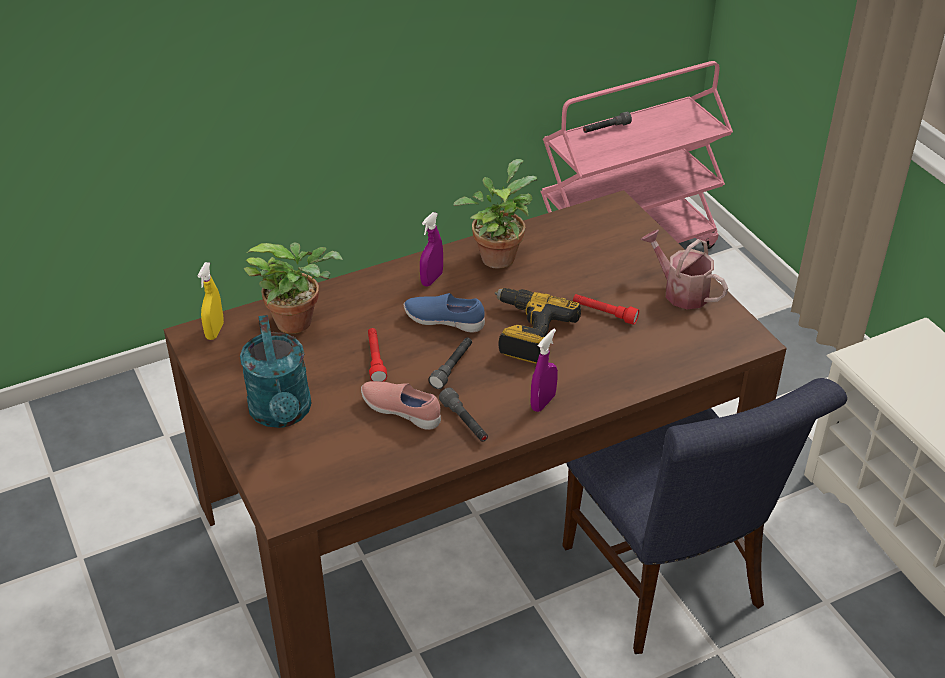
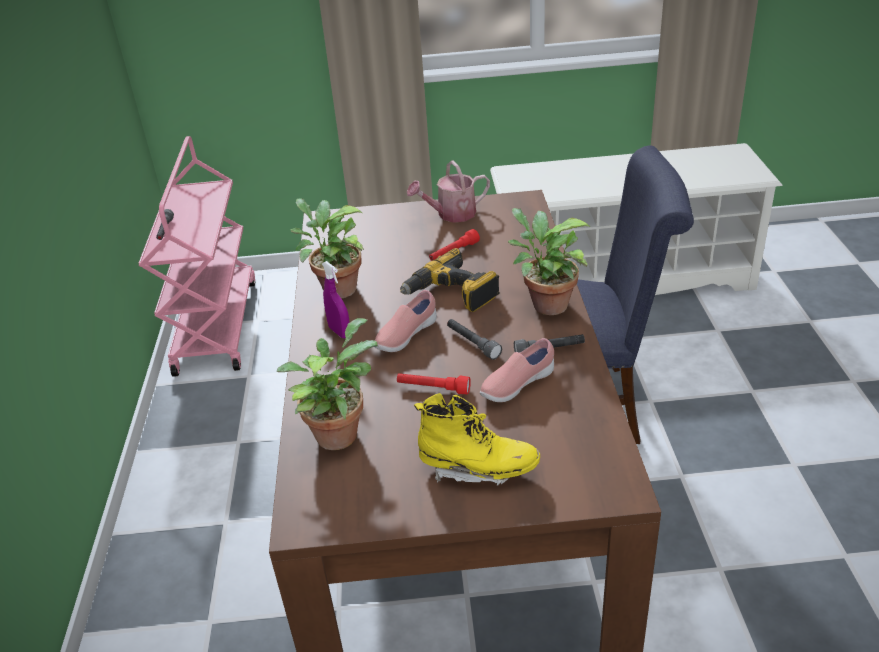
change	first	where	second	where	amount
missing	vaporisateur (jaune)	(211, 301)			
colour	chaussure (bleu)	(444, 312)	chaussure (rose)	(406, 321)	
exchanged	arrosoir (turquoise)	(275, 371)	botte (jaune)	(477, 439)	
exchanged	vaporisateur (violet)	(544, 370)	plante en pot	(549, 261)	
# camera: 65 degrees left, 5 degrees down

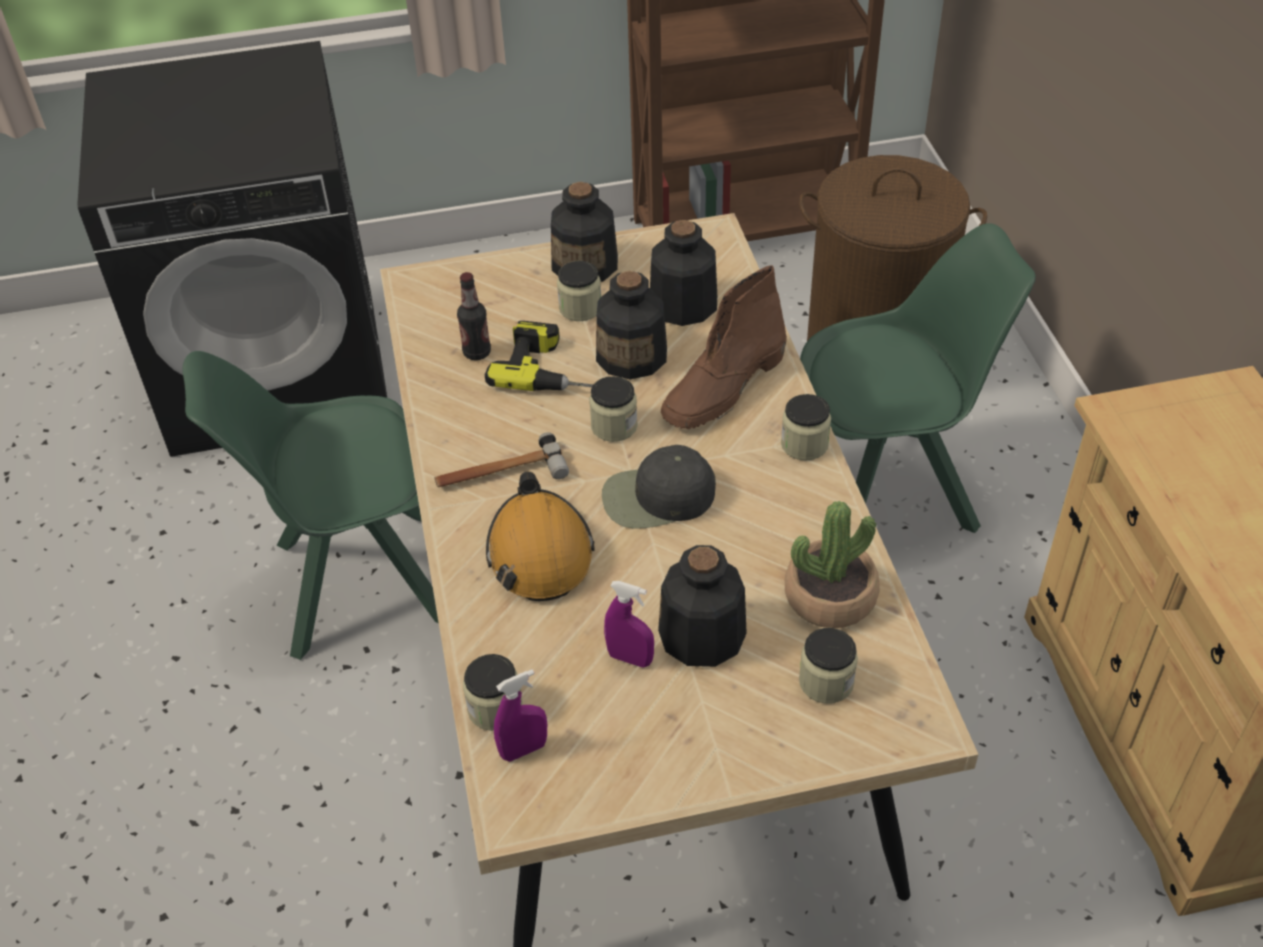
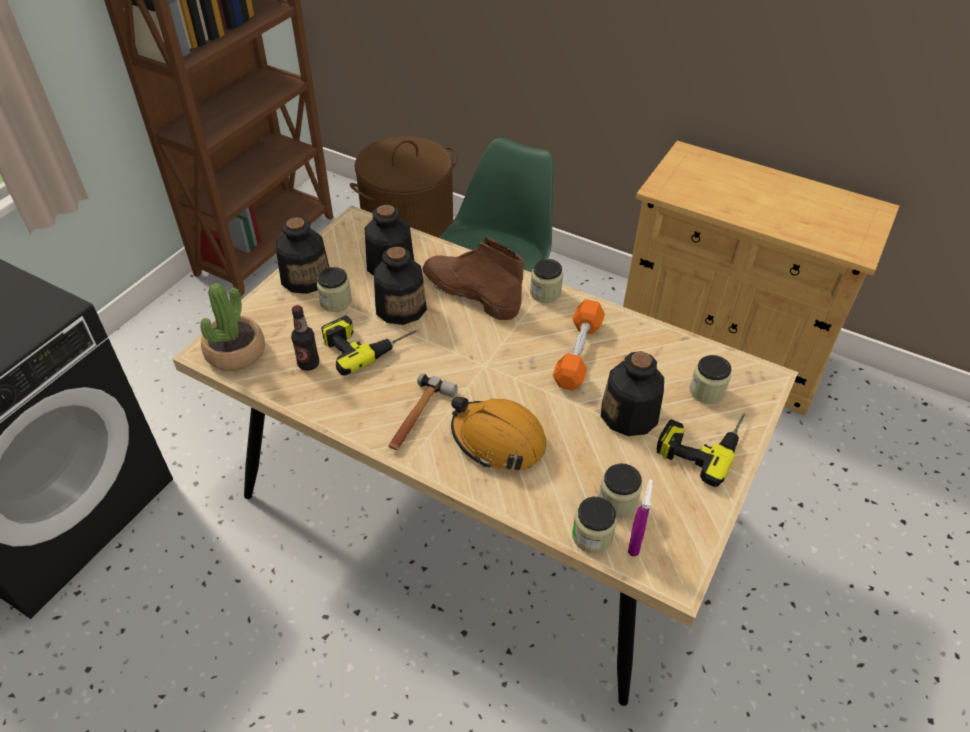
change	first	where	second	where	amount
spun	botte (marron)	(724, 347)		(473, 278)	135 degrees clockwise
missing	chaise (vert)	(310, 505)			
relocated	bocal	(613, 409)		(620, 490)	
missing	casquette (noir)	(659, 487)			
relocated	plante en pot	(832, 564)		(232, 327)	
missing	vaporisateur (violet)	(629, 624)			
appeared			haltère (orange)	(579, 345)	
appeared			perceuse	(701, 450)	
# camera: 50 degrees left, 0 degrees up

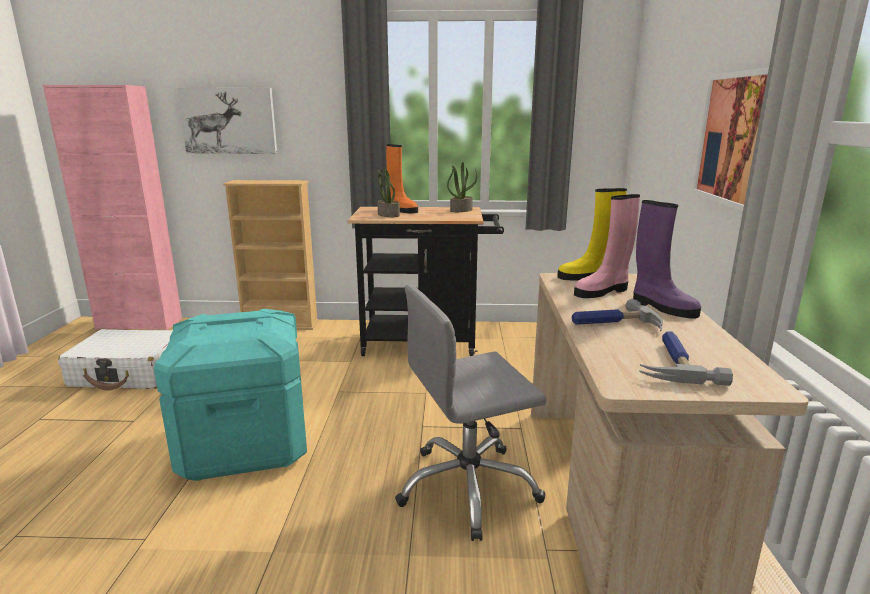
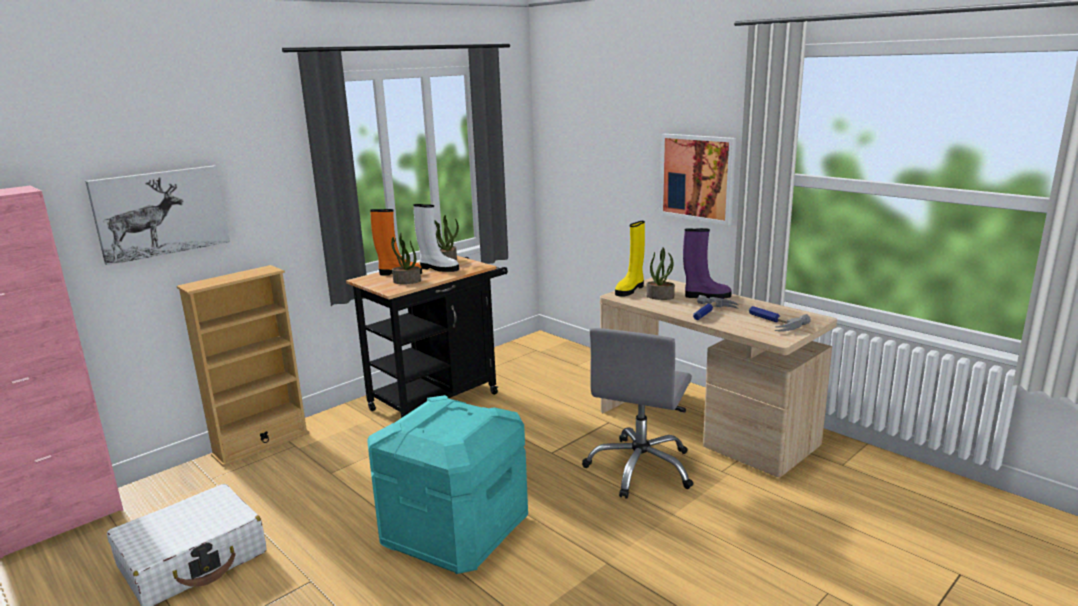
change	first	where	second	where	amount
exchanged	botte (rose)	(607, 246)	plante en pot	(660, 274)	
appeared			botte (blanc)	(436, 238)	
# camera: 45 degrees left, 0 degrees up

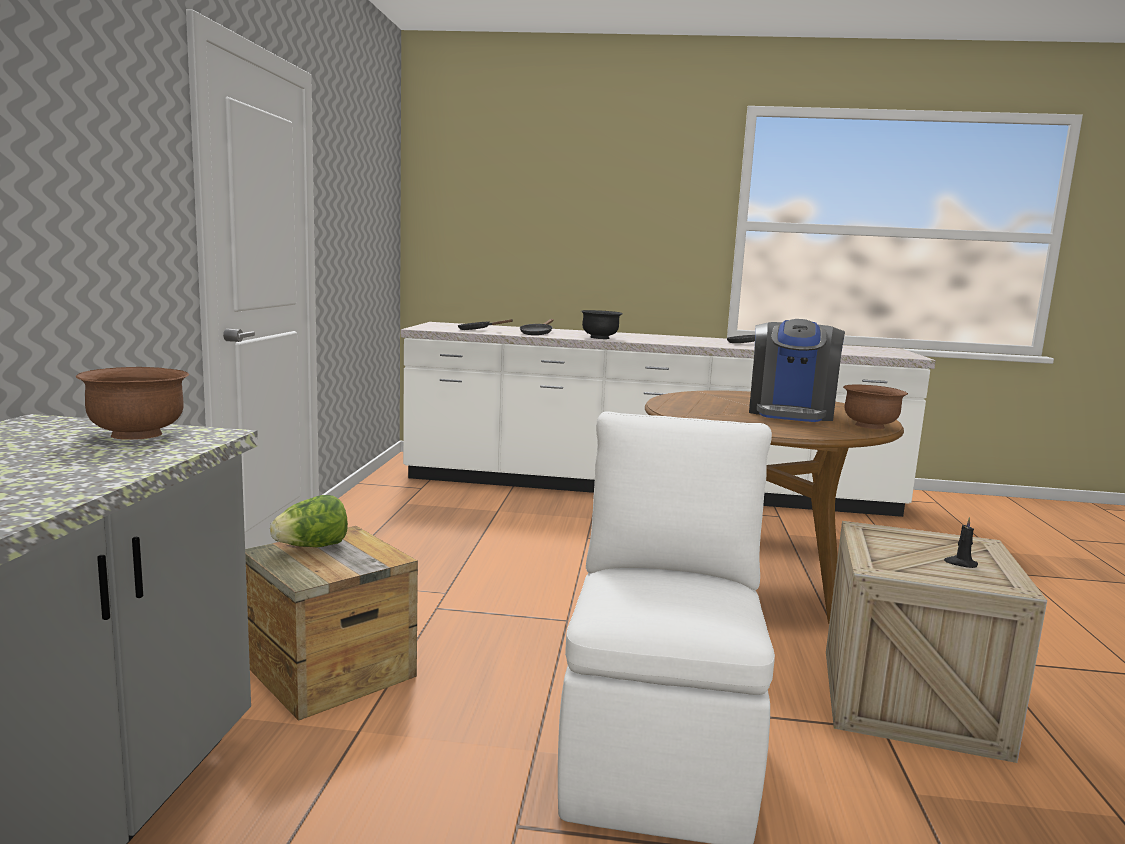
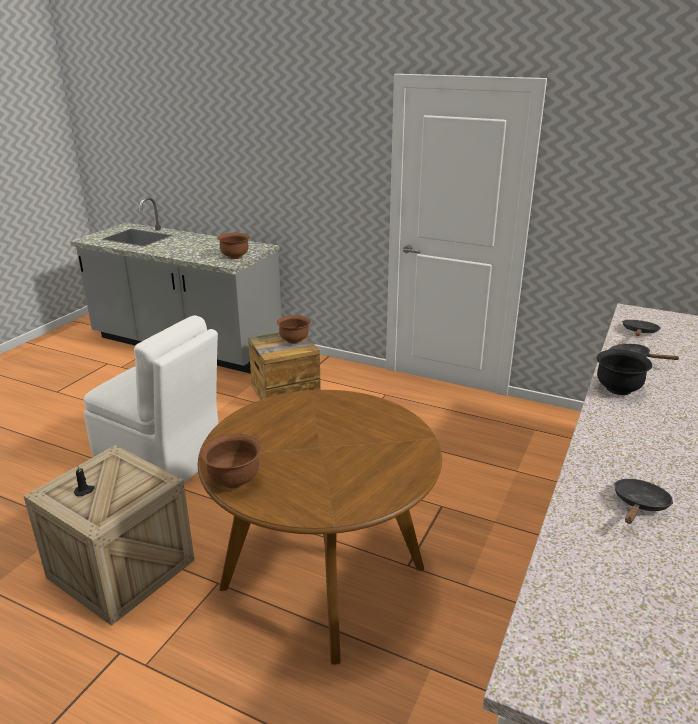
change	first	where	second	where	amount
missing	machine à café	(797, 370)			
exchanged	laitue	(309, 521)	bol (marron)	(294, 329)	
# camera: 110 degrees right, 15 degrees up

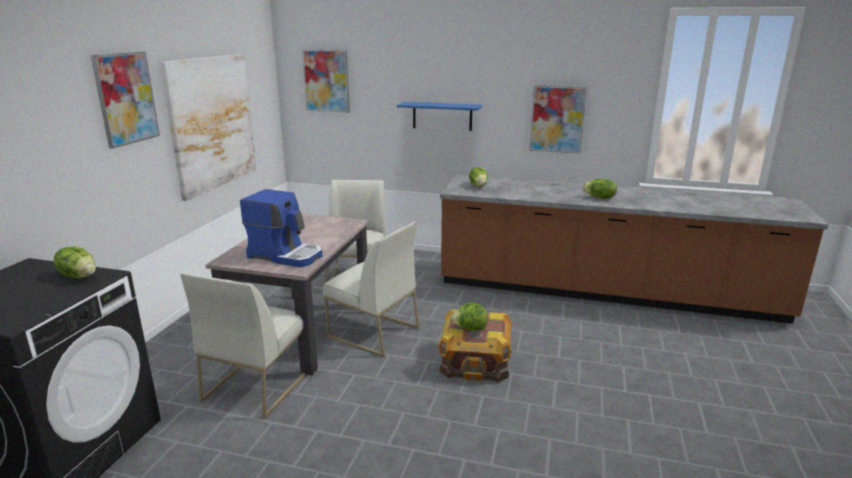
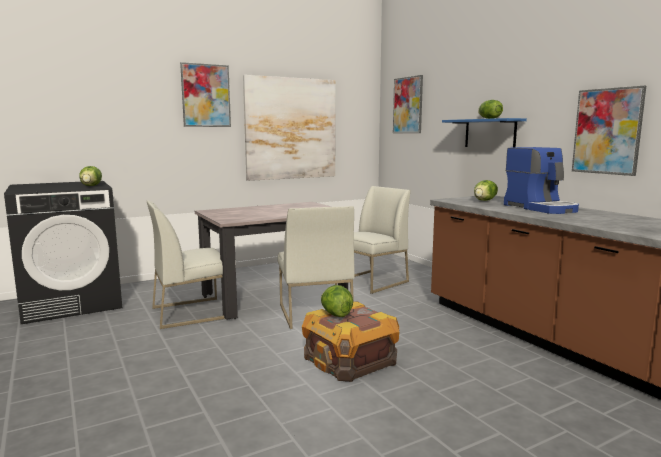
change	first	where	second	where	amount
relocated	laitue	(600, 189)		(490, 109)	
relocated	machine à café	(281, 228)		(541, 180)	
# camera: 45 degrees right, 10 degrees down

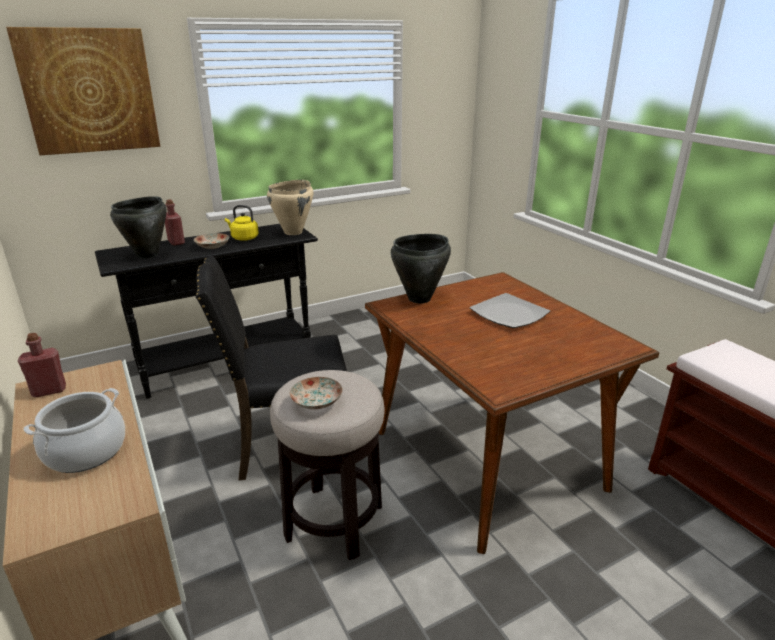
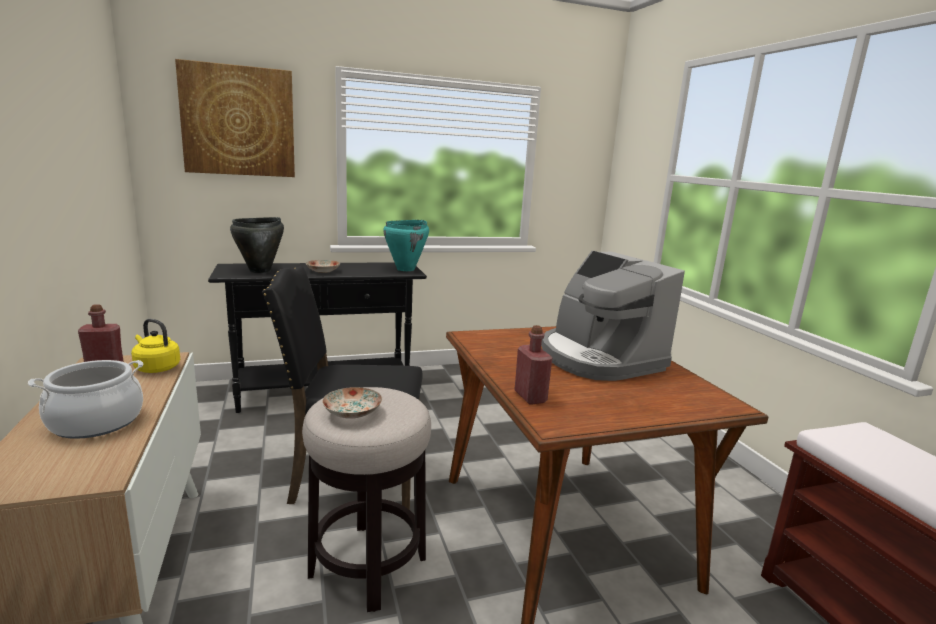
change	first	where	second	where	amount
colour	marmite (beige)	(290, 207)	marmite (turquoise)	(406, 245)	
relocated	bouteille (rouge)	(175, 223)		(533, 365)	
relocated	bouilloire (jaune)	(242, 223)		(155, 346)	
missing	marmite (noir)	(421, 268)			
exchanged	assiette	(510, 310)	machine à café	(613, 316)	
# camera: 10 degrees right, 10 degrees down

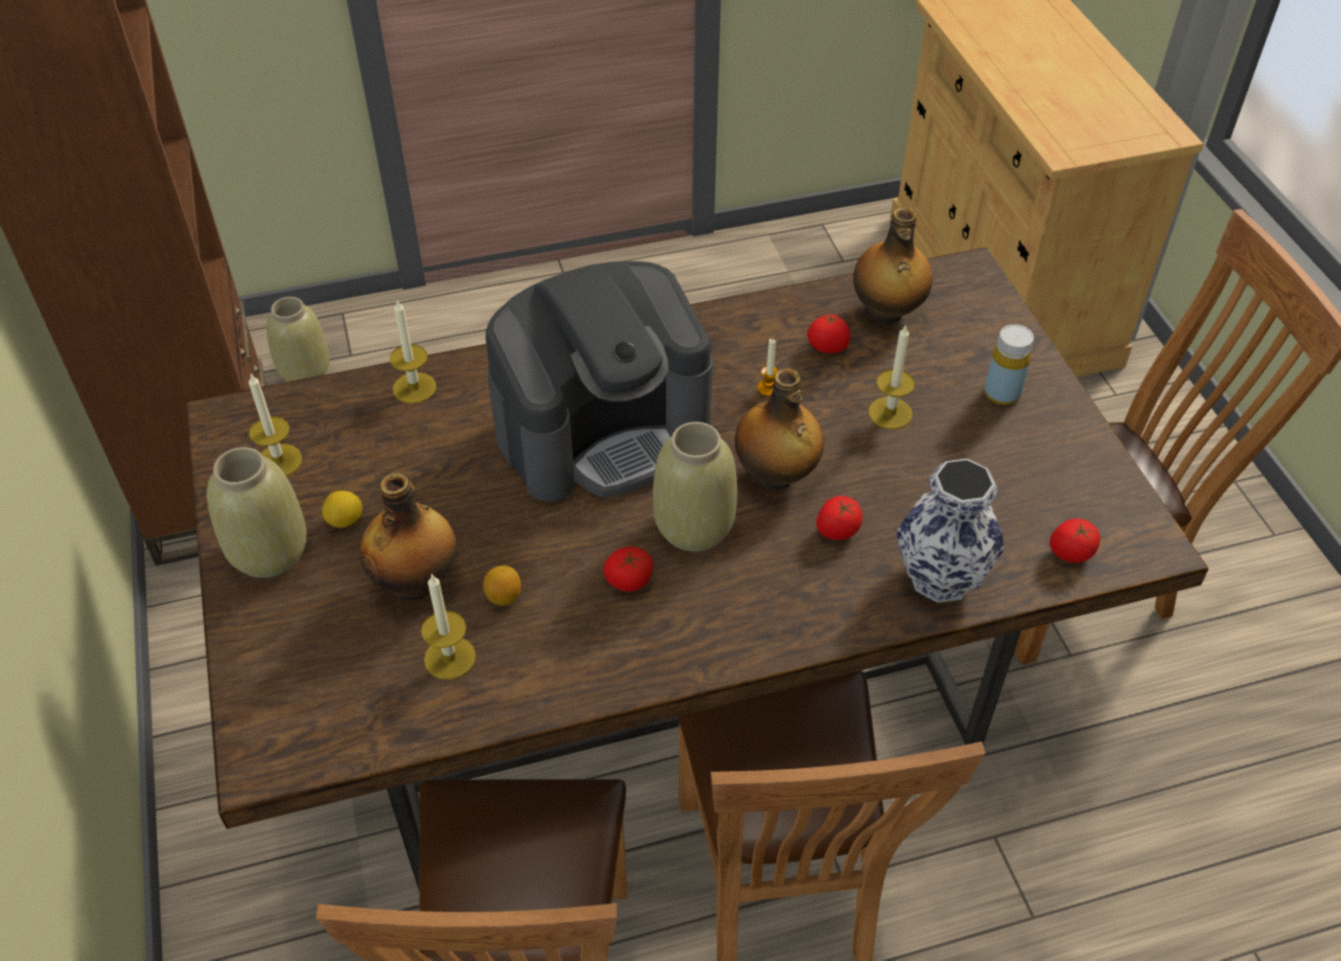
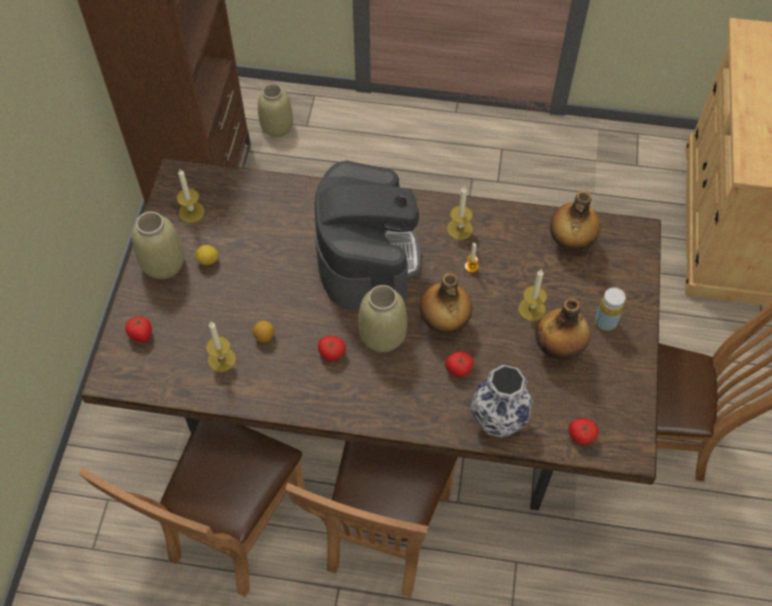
change	first	where	second	where	amount
spun	machine à café	(599, 381)		(367, 235)	90 degrees counterclockwise
relocated	bougie	(413, 352)		(460, 213)	
relocated	tomate	(828, 333)		(138, 330)	
relocated	bouteille	(408, 536)		(562, 329)	
# camera: 25 degrees right, 10 degrees up

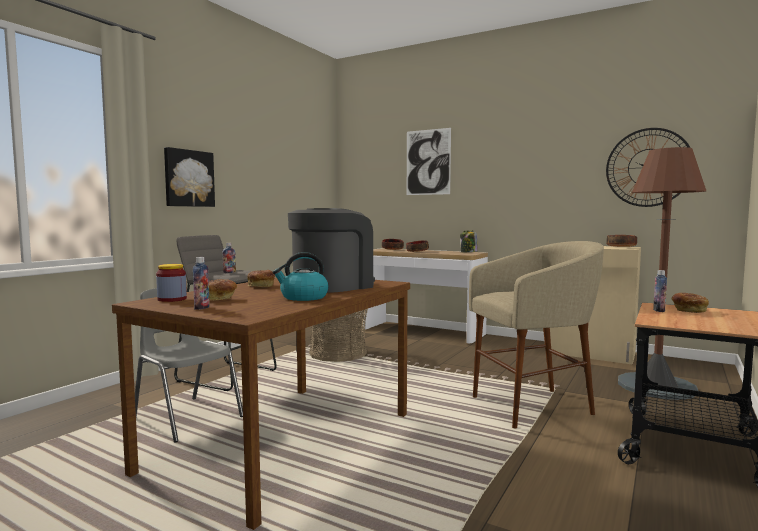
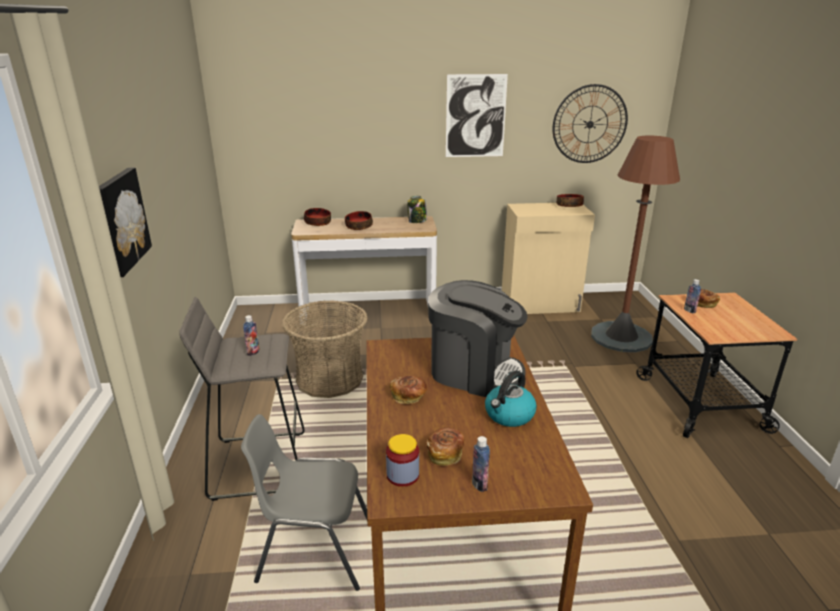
change	first	where	second	where	amount
relocated	tableau	(429, 161)		(477, 115)	
spun	machine à café	(331, 250)		(478, 338)	105 degrees clockwise
missing	tabouret (beige)	(536, 334)			
# camera: 35 degrees left, 20 degrees up

